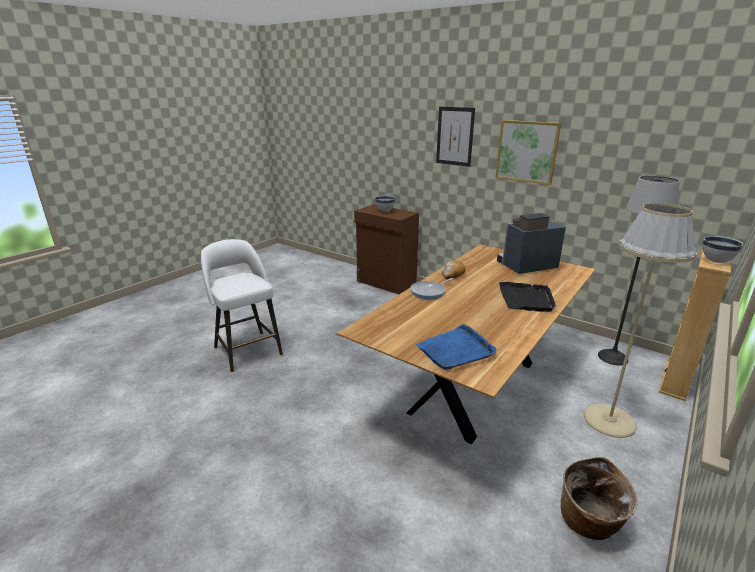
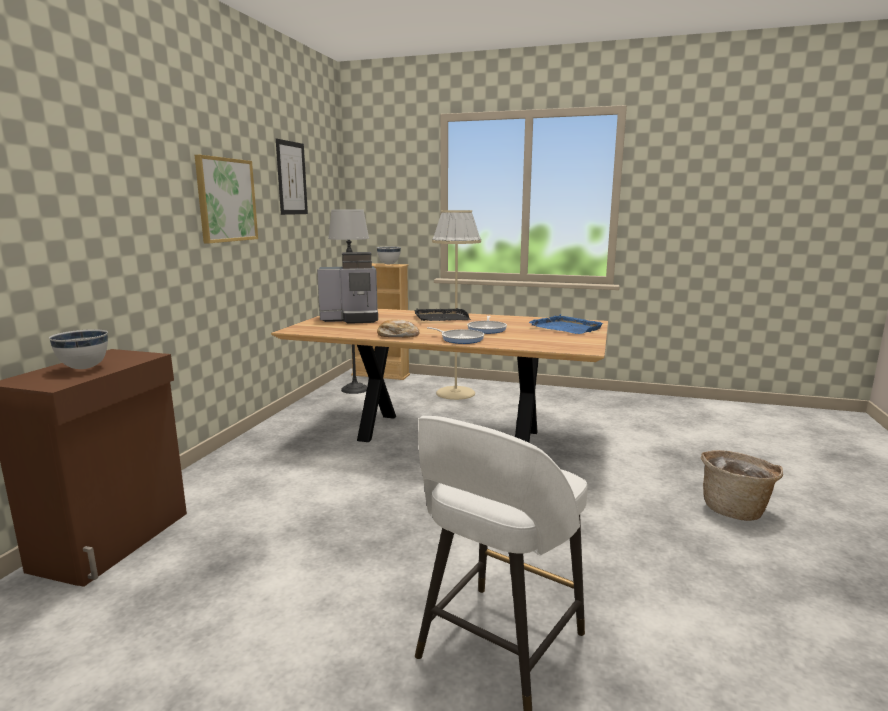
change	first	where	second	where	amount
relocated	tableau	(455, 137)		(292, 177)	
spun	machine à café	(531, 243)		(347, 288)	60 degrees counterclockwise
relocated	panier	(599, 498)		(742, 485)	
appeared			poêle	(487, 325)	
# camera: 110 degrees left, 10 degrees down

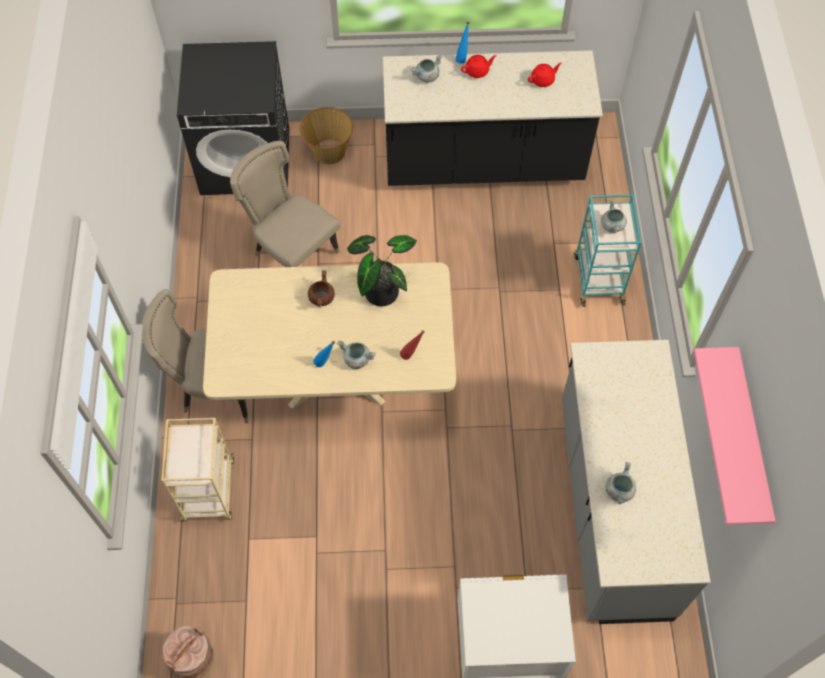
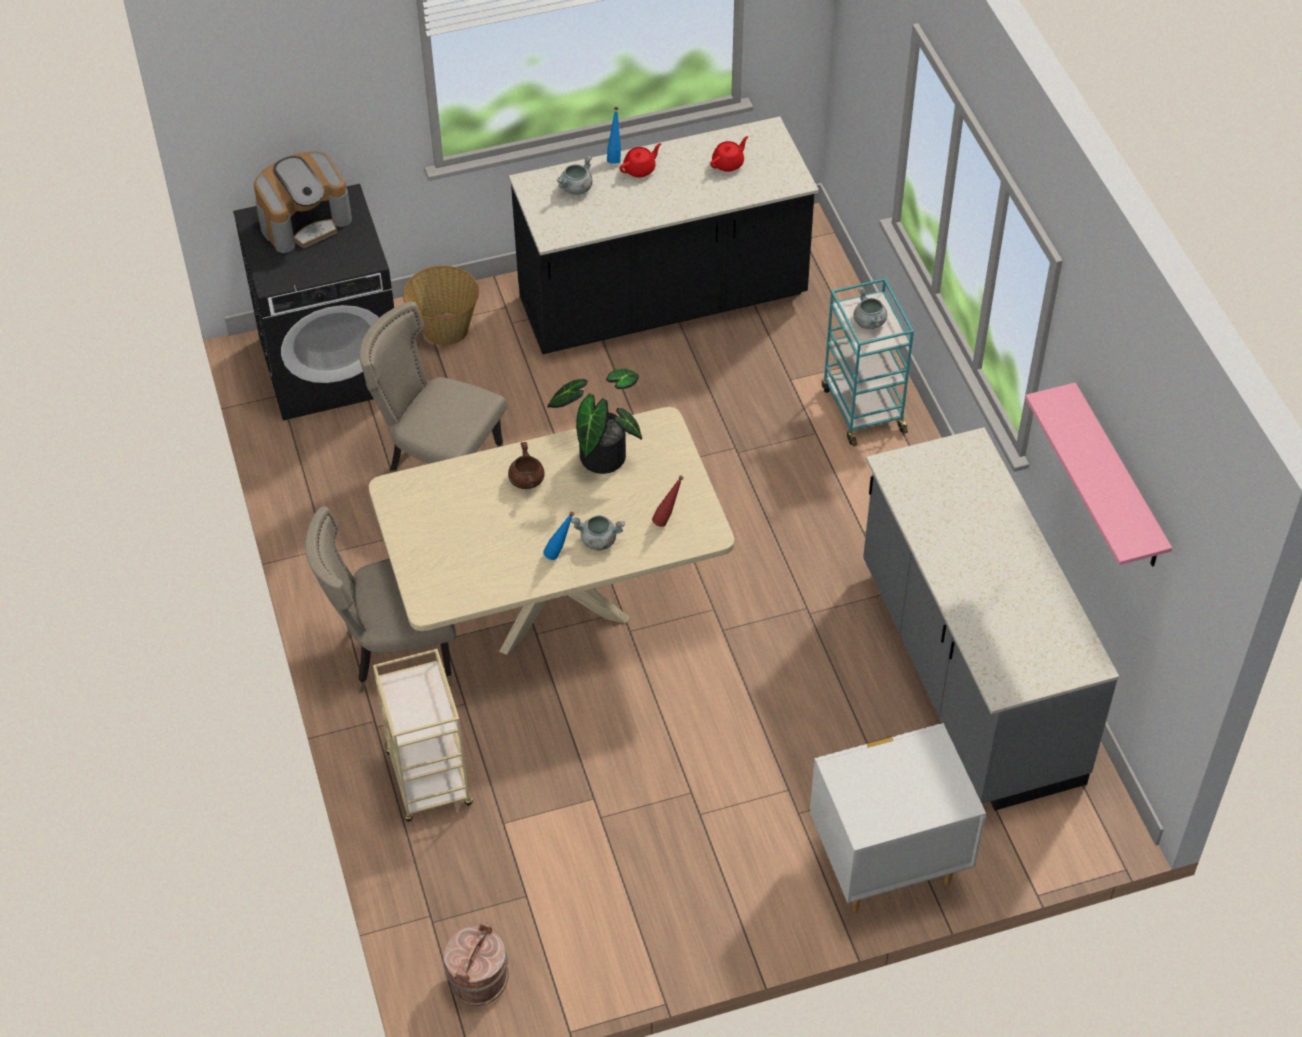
change	first	where	second	where	amount
missing	marmite (gris)	(621, 483)			
appeared			machine à café	(303, 202)	
# camera: 15 degrees left, 10 degrees down

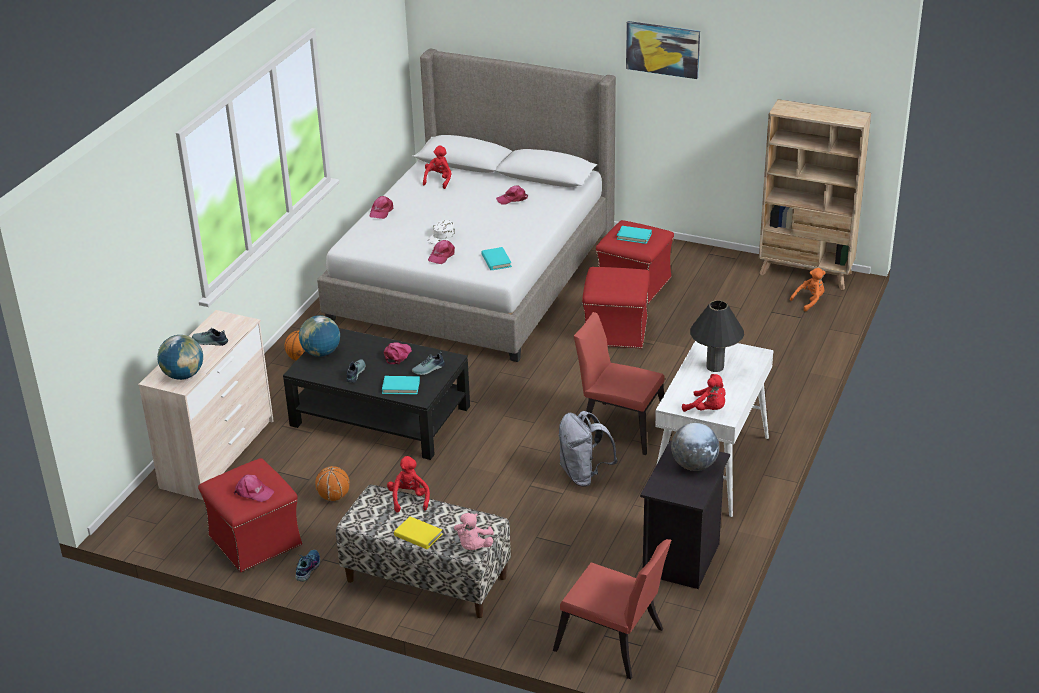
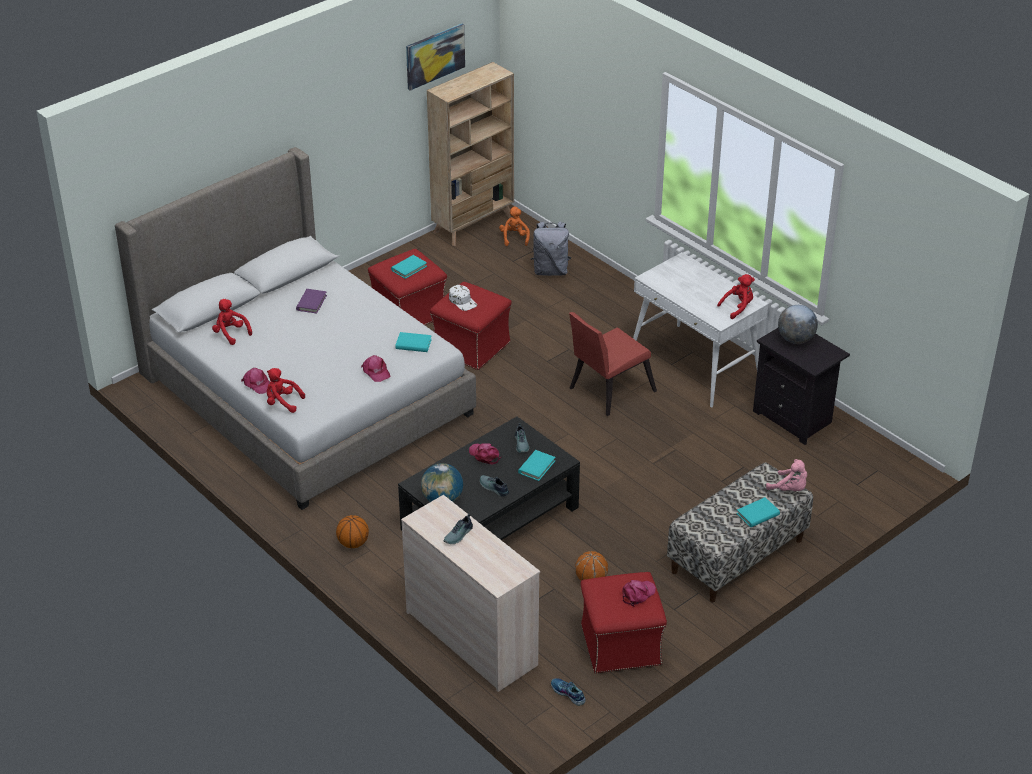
change	first	where	second	where	amount
relocated	tableau	(663, 50)		(435, 57)	
exchanged	casquette (rose)	(512, 194)	livre (violet)	(311, 301)	
relocated	casquette (blanc)	(441, 232)		(463, 298)	
missing	lampe de table (noir)	(717, 336)			
missing	globe	(180, 357)			
relocated	sac à dos (gris)	(588, 448)		(551, 248)	
relocated	peluche (rouge)	(408, 484)		(286, 390)	
colour	livre (jaune)	(418, 532)	livre (turquoise)	(758, 512)	
missing	chaise (rouge)	(612, 609)			
relocated	chaussure	(308, 565)		(568, 692)	
# camera: 65 degrees left, 5 degrees up

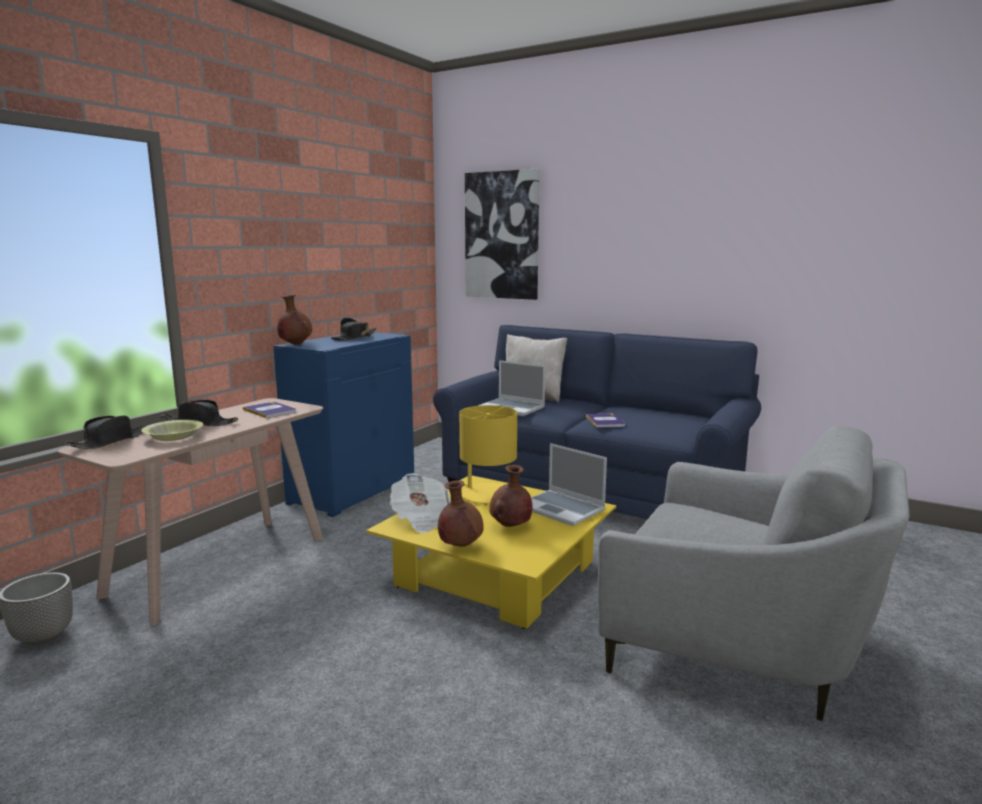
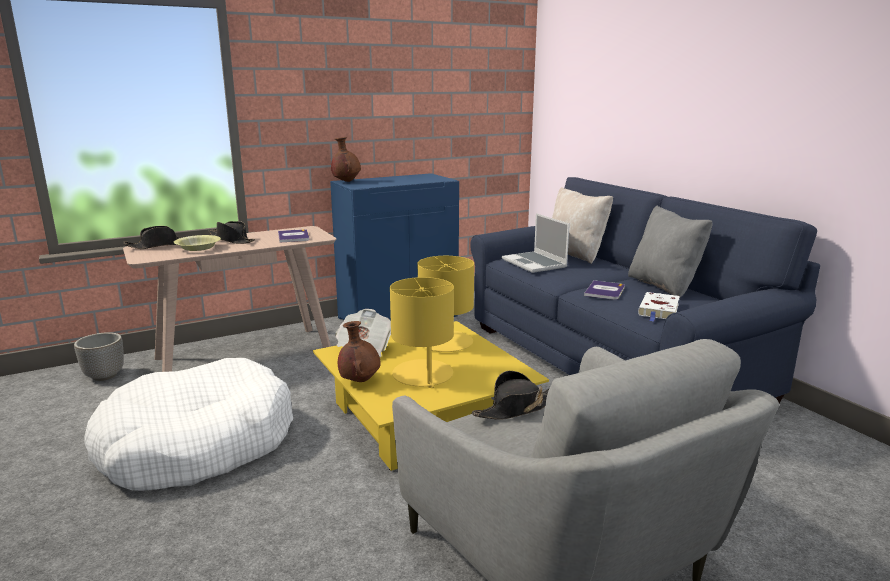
change	first	where	second	where	amount
missing	tableau	(502, 234)			
relocated	chapeau (noir)	(354, 329)		(510, 395)	
missing	ordinateur portable	(569, 484)			
exchanged	vase (marron)	(511, 496)	lampe de table (jaune)	(422, 332)	
appeared			coussin (gris)	(670, 252)	
appeared			livre (blanc)	(659, 307)	
appeared			panier pour chien (blanc)	(189, 424)	
# camera: 30 degrees right, 5 degrees up

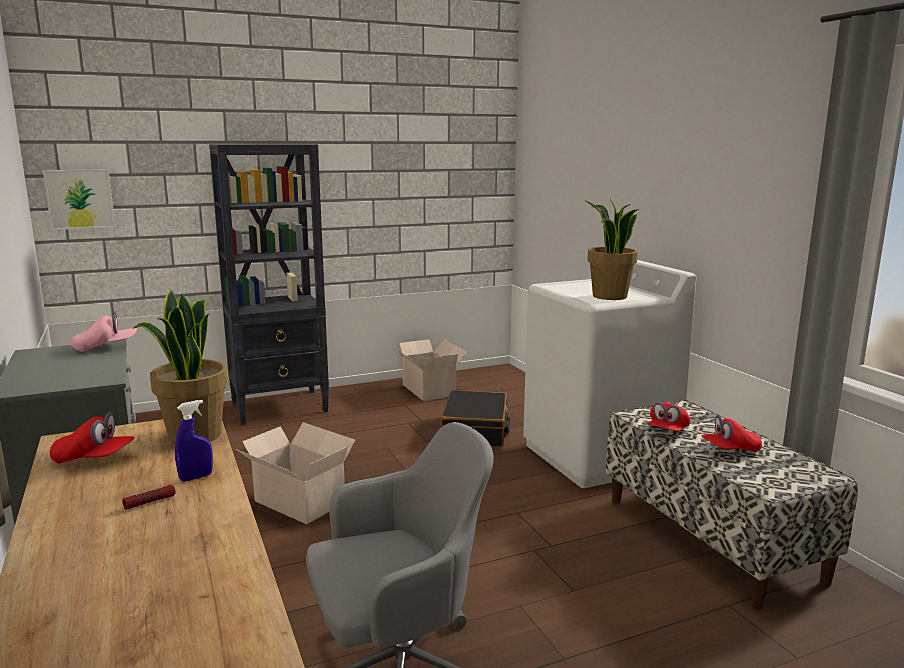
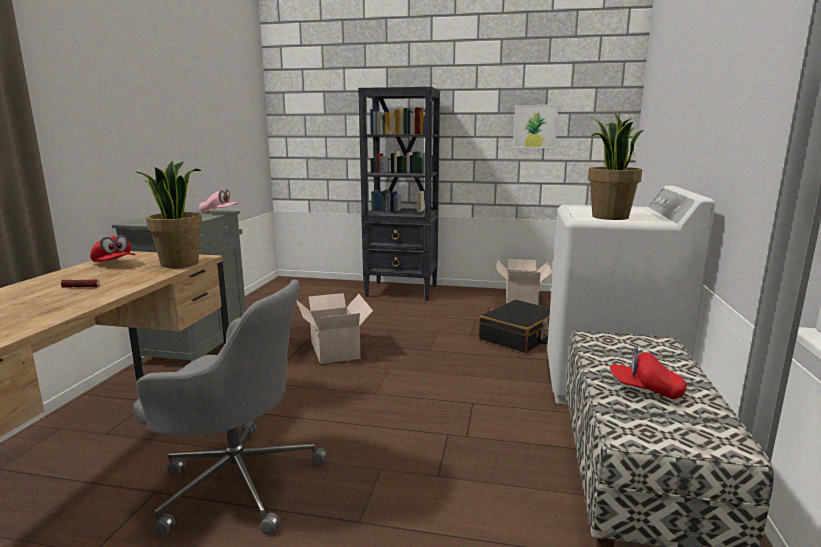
change	first	where	second	where	amount
relocated	tableau	(79, 199)		(536, 126)	
missing	vaporisateur (bleu)	(194, 441)			
missing	casquette (rouge)	(669, 416)			
# camera: 35 degrees right, 0 degrees up

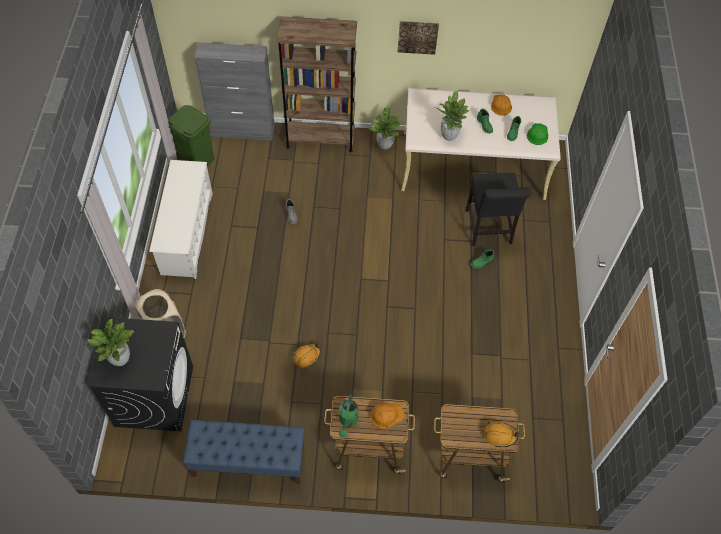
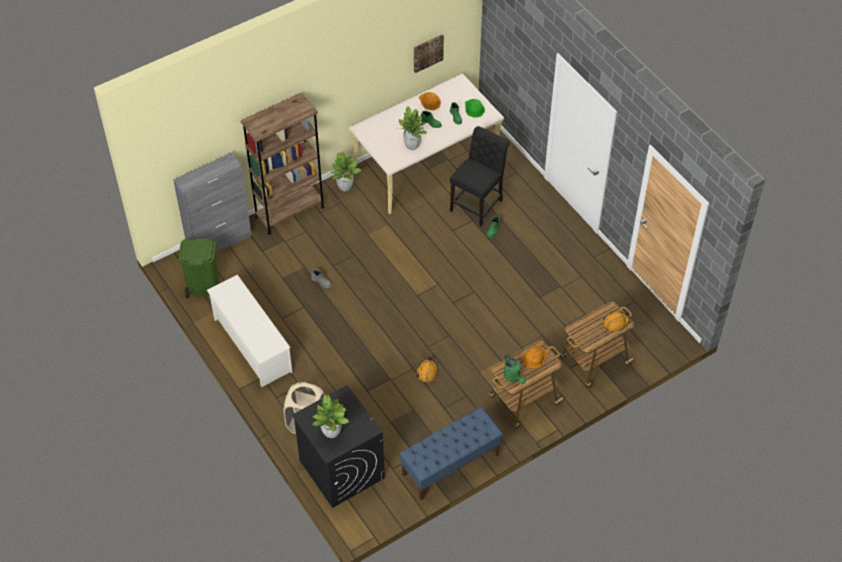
change	first	where	second	where	amount
relocated	tableau	(418, 38)		(429, 53)	
spun	chaise (noir)	(498, 209)		(480, 176)	105 degrees counterclockwise
# camera: 35 degrees left, 5 degrees down

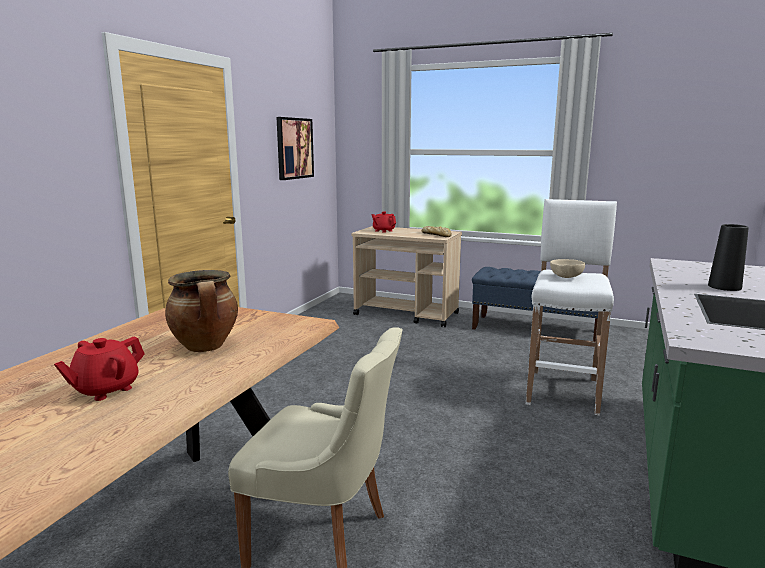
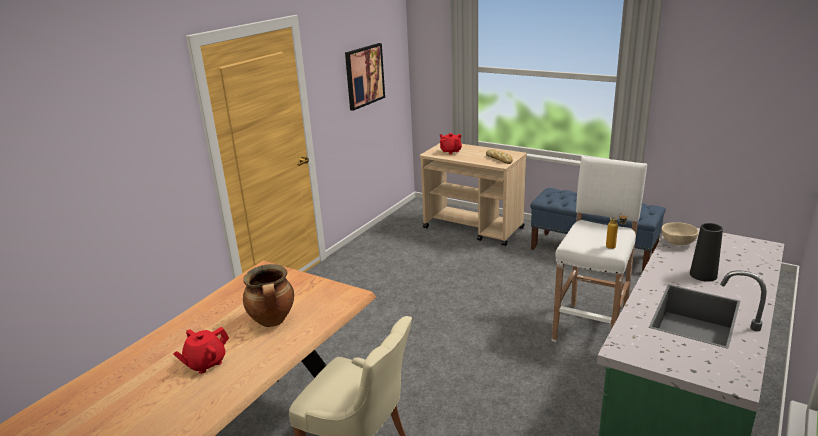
change	first	where	second	where	amount
relocated	bol (beige)	(567, 268)		(680, 233)	
appeared			bouteille	(617, 231)	
# camera: 10 degrees right, 10 degrees up

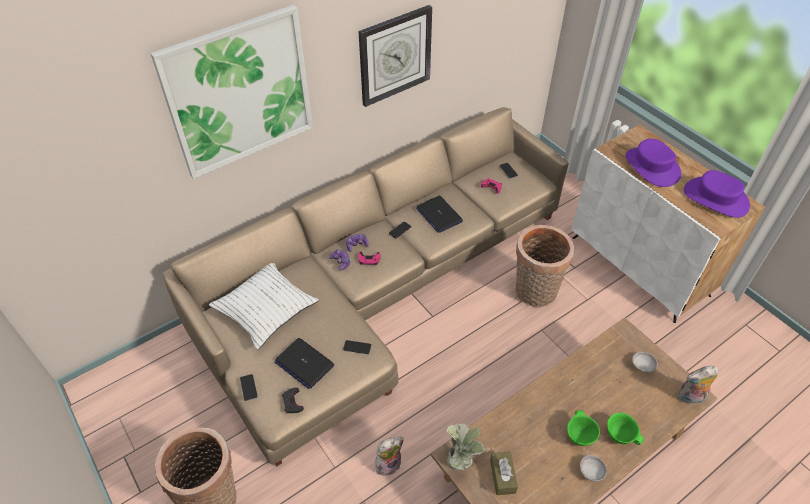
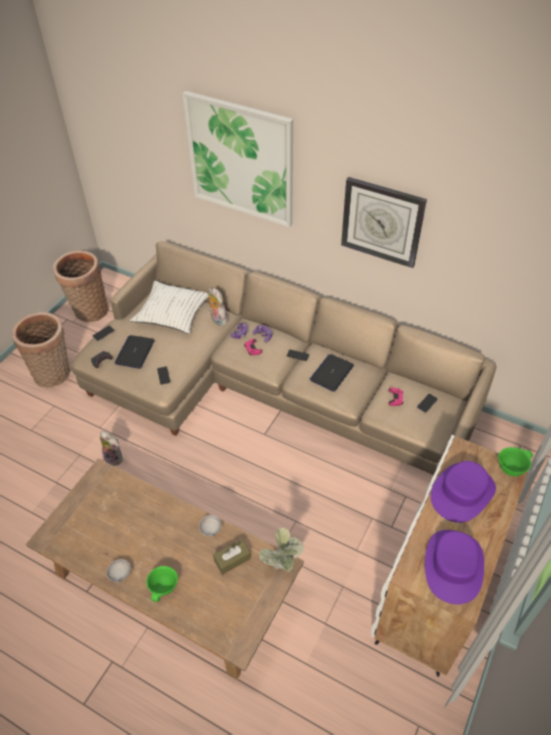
change	first	where	second	where	amount
relocated	panier	(545, 266)		(81, 286)	
relocated	bol (gris)	(644, 362)		(210, 526)	
relocated	peluche	(698, 385)		(218, 307)	
relocated	bol (vert)	(583, 428)		(515, 461)	
relocated	plante en pot	(465, 446)		(281, 549)	
relocated	boîte à mouchoirs (marron)	(504, 473)		(232, 557)	
# camera: 65 degrees right, 0 degrees up

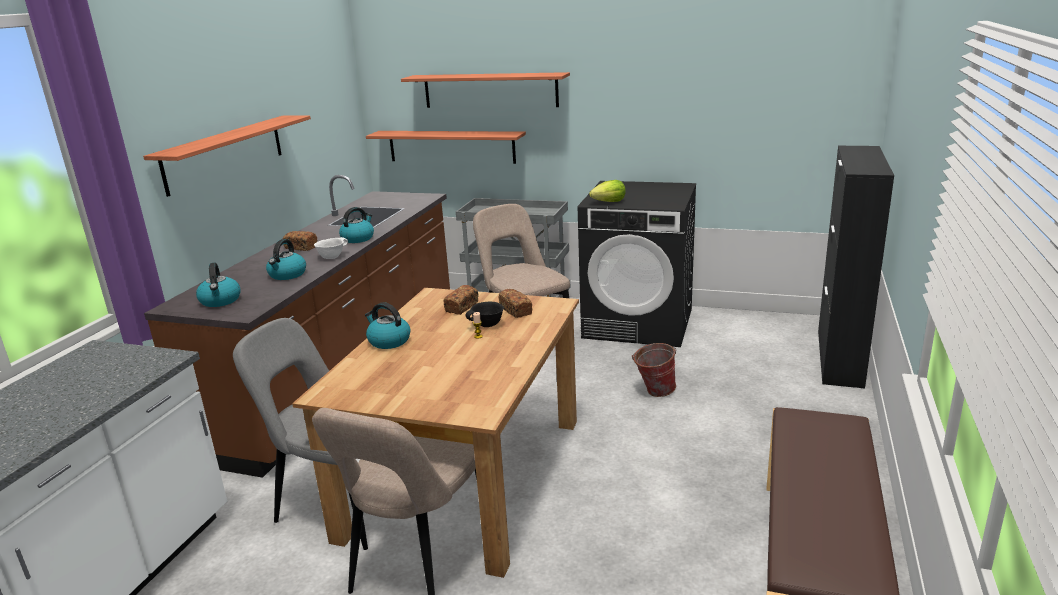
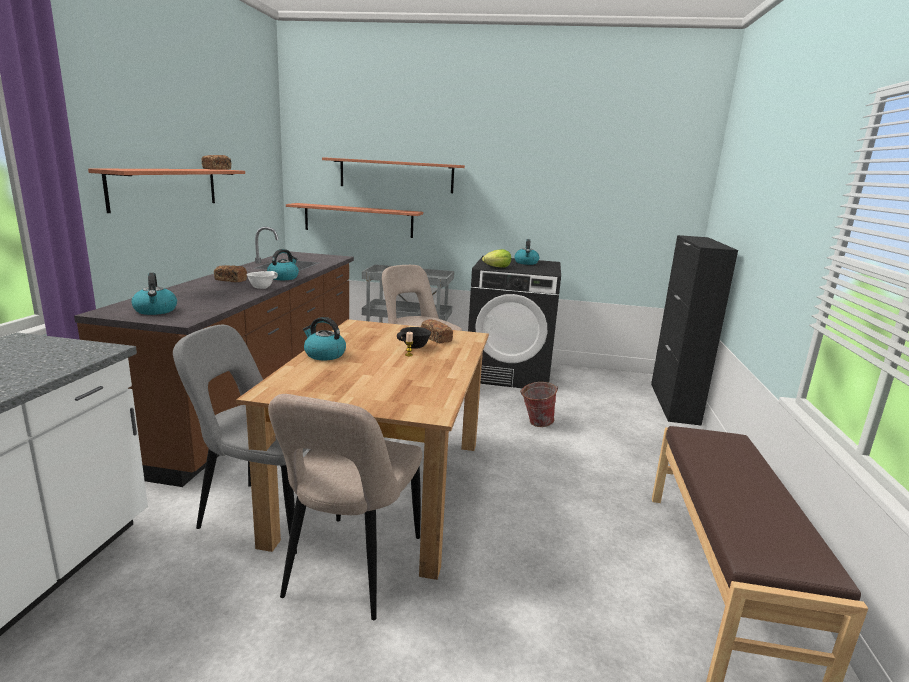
change	first	where	second	where	amount
relocated	bouilloire	(286, 259)		(526, 252)	
relocated	pain	(461, 300)		(216, 162)	
# camera: 10 degrees left, 5 degrees down

